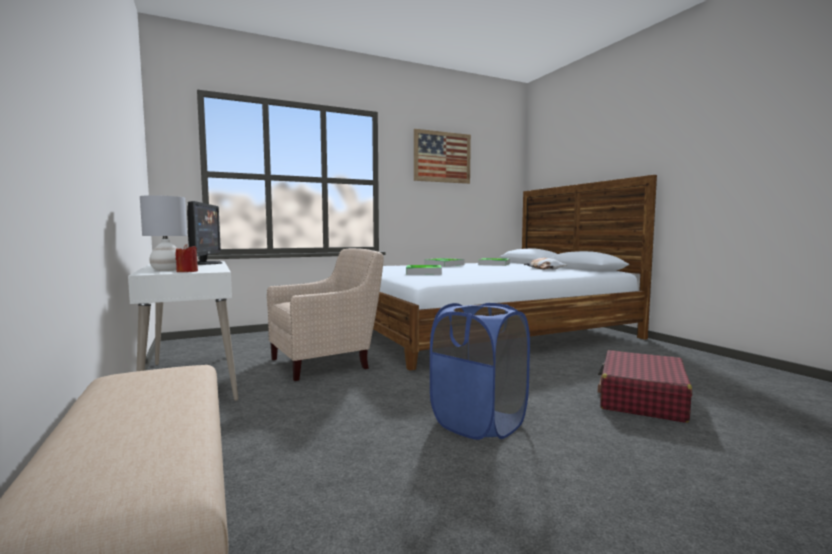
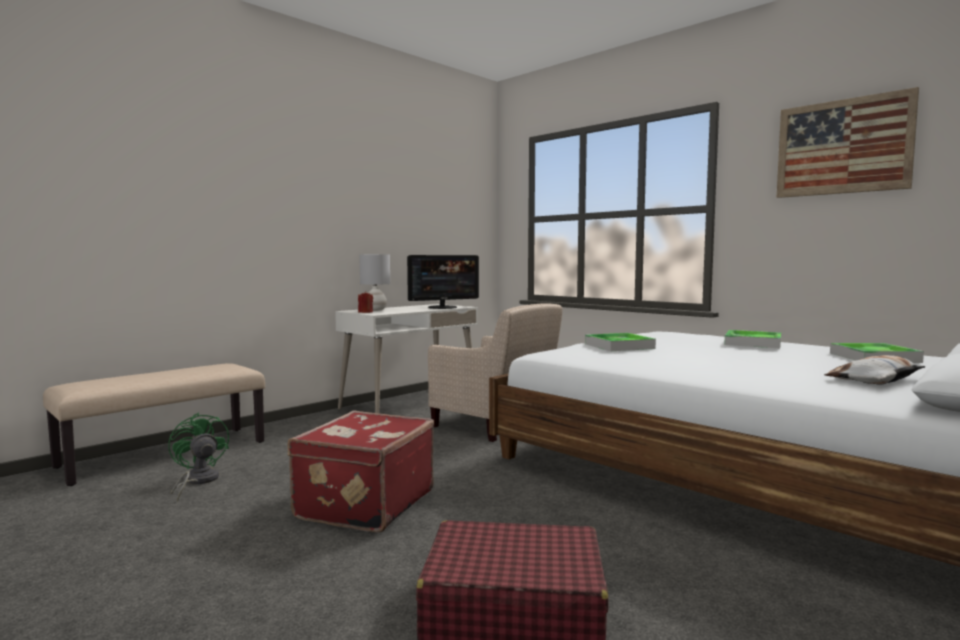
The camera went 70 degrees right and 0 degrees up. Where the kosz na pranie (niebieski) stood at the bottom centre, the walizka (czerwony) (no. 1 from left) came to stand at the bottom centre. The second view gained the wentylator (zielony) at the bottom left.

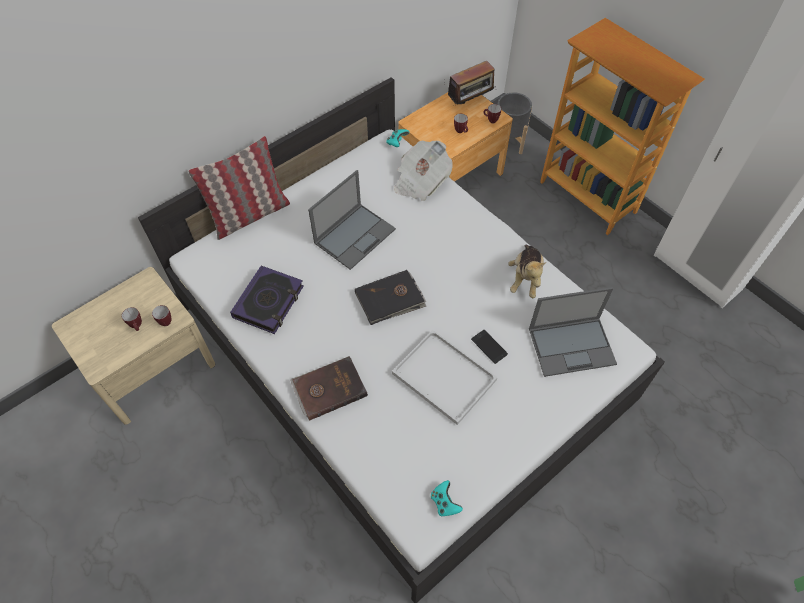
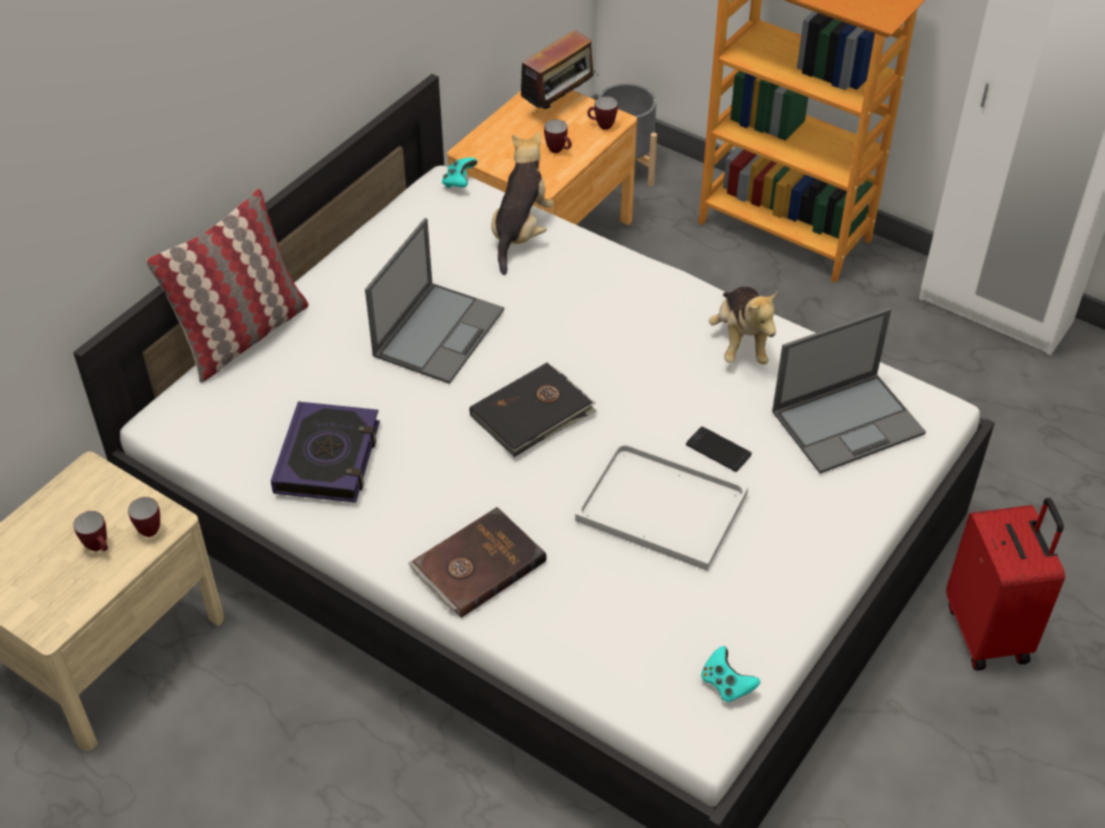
The camera went 15 degrees left and 10 degrees down. Where the gazeta stood at the top centre, the pluszak (no. 1 from left) came to stand at the top centre. The second view gained the walizka (czerwony) at the bottom right.

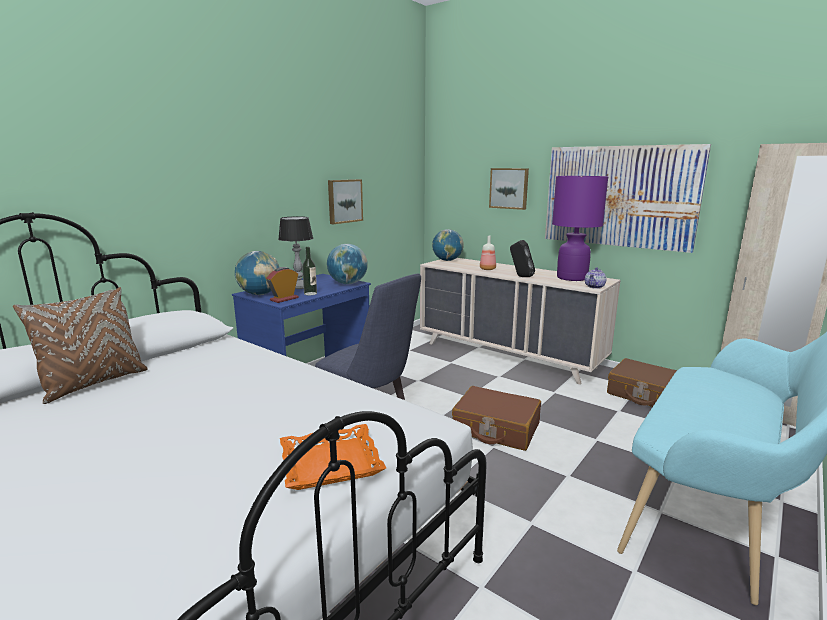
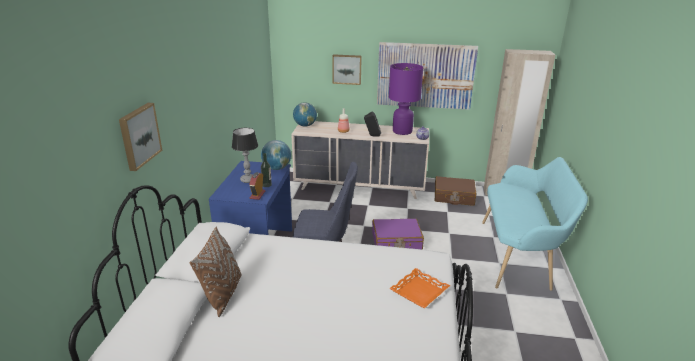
The camera went 30 degrees left and 10 degrees up. The obraz (no. 1 from left) ended up elsewhere, having gone from the top centre to the middle left. The second view lost the globus (no. 1 from left) at the middle left. What was the walizka (brązowy) (no. 1 from left) at the bottom centre turned into the walizka (fioletowy) at the centre.

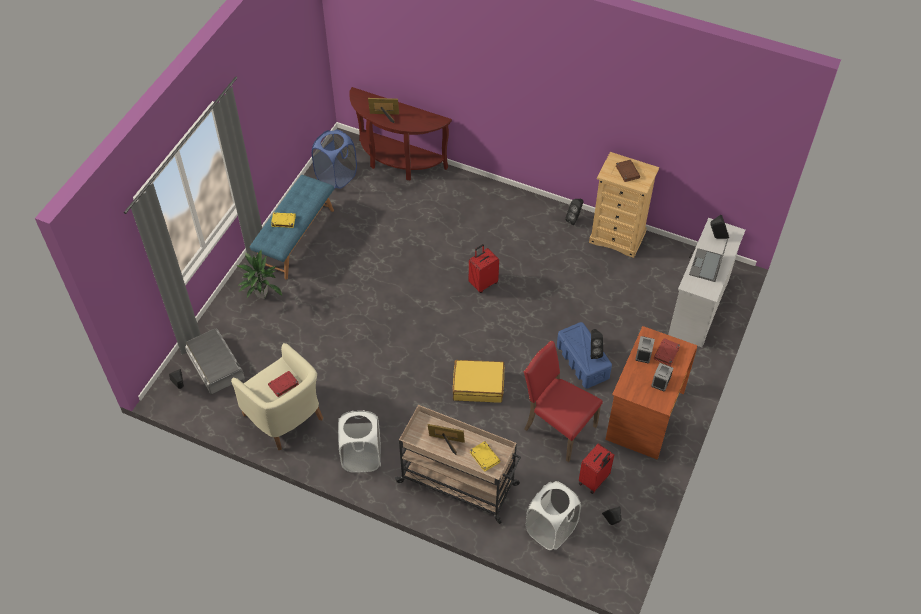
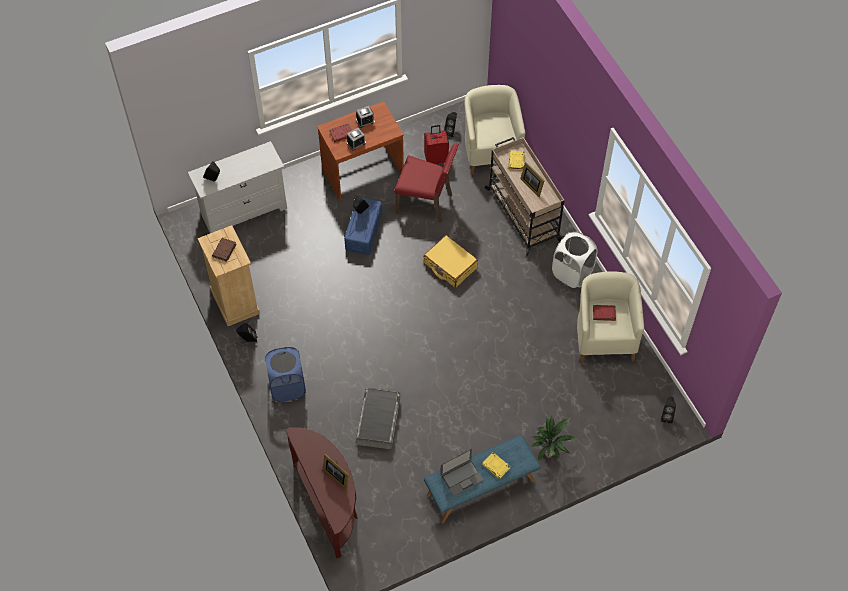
The camera went 140 degrees left and 5 degrees up. The kosz na pranie (niebieski) ended up elsewhere, having gone from the top centre to the centre. The laptop ended up elsewhere, having gone from the middle right to the bottom centre. The second view lost the walizka (czerwony) (no. 1 from left) at the centre. The pojemnik do przechowywania (szary) ended up elsewhere, having gone from the middle left to the bottom centre. The krzesło (czerwony) at the centre ended up facing another way, 60 degrees counterclockwise from before. Where the kosz na pranie (biały) (no. 2 from left) stood at the bottom centre, the fotel (beżowy) (no. 1 from left) came to stand at the top centre.

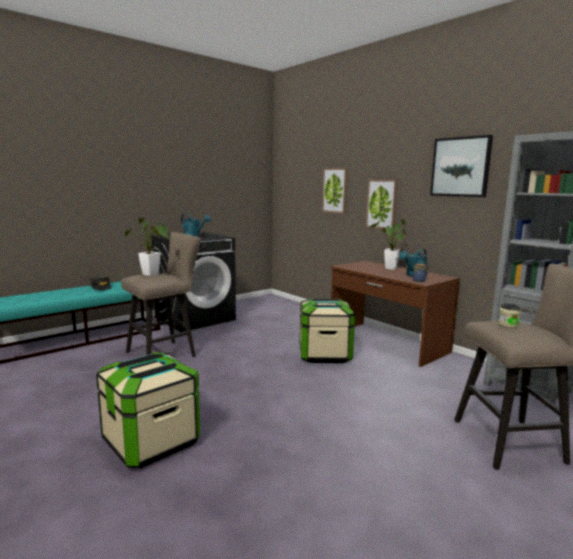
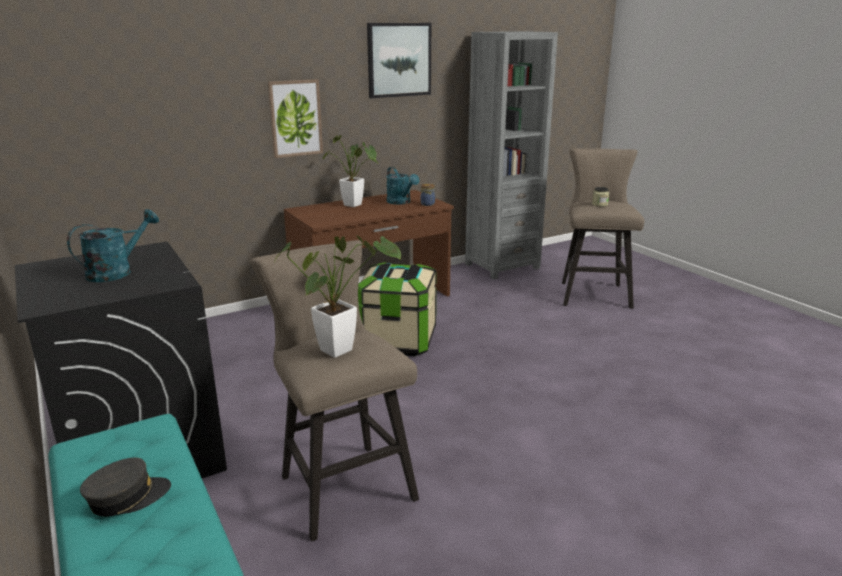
The camera went 80 degrees left and 10 degrees up. The second view lost the obraz (no. 1 from left) at the centre. The second view lost the pojemnik do przechowywania (no. 1 from left) at the bottom left.

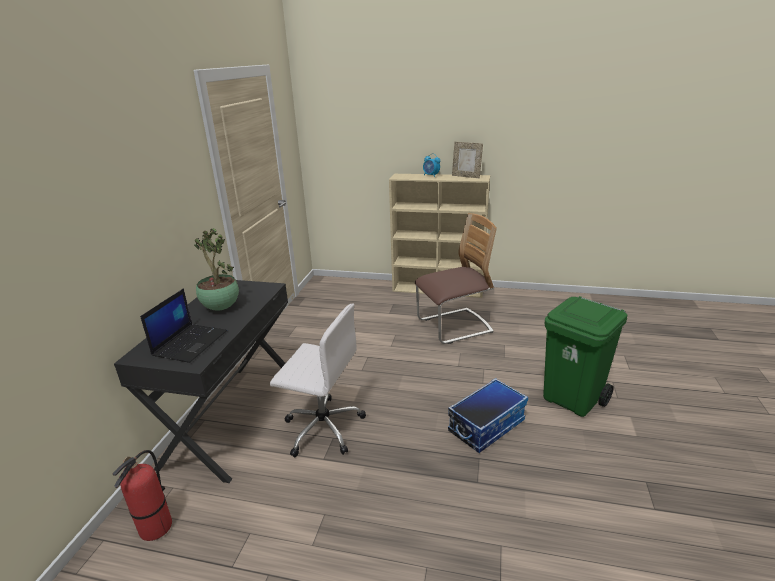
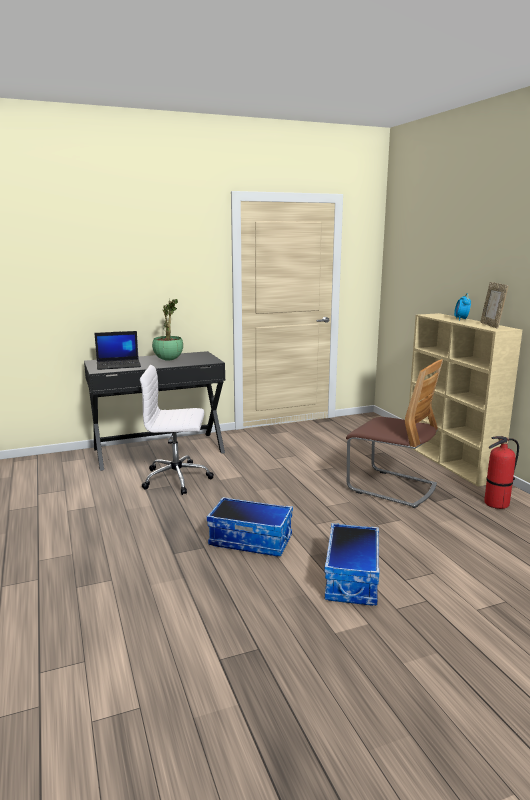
The camera went 55 degrees right and 10 degrees down. Where the kosz na śmieci (zielony) stood at the middle right, the pojemnik do przechowywania (no. 2 from left) came to stand at the bottom centre. The krzesło biurowe (biały) at the centre ended up facing another way, 105 degrees clockwise from before. The gaśnica ended up elsewhere, having gone from the bottom left to the middle right.

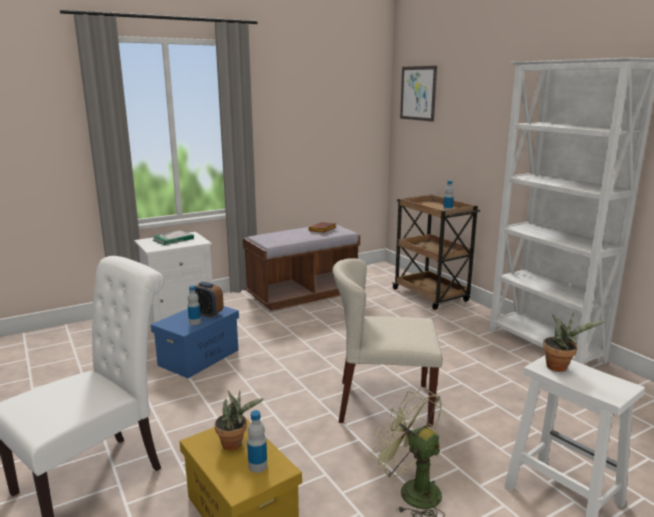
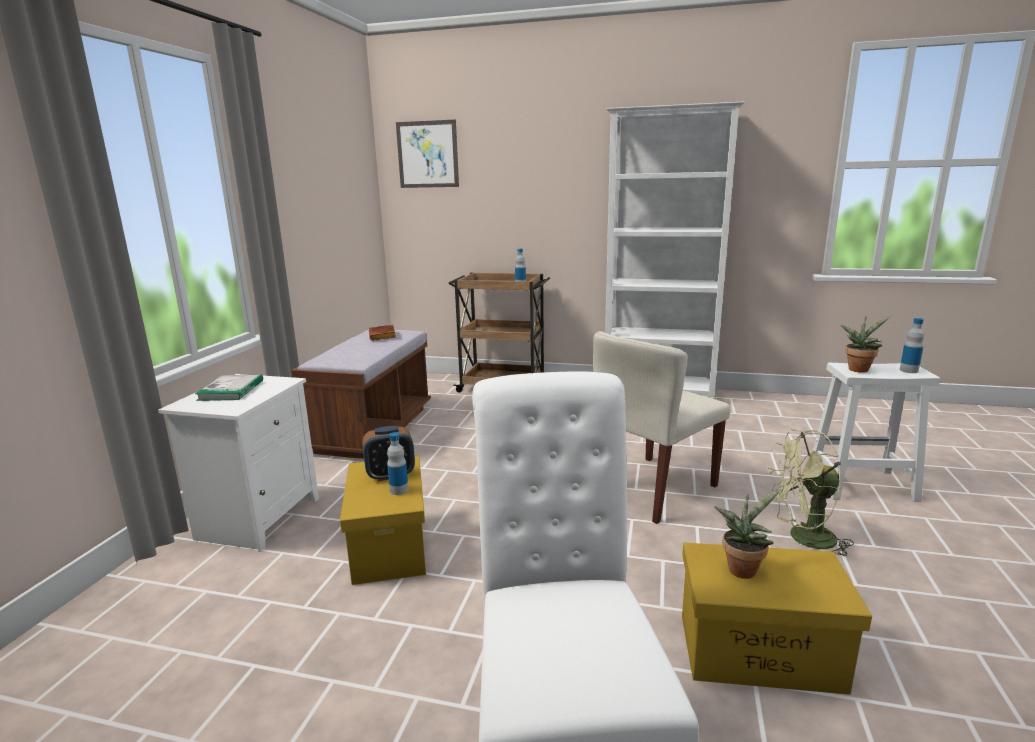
The camera went 45 degrees left and 0 degrees up. What was the pojemnik do przechowywania (niebieski) at the middle left turned into the pojemnik do przechowywania (żółty) (no. 1 from left) at the bottom centre. The butelka (no. 2 from left in the first image) ended up elsewhere, having gone from the bottom centre to the middle right.

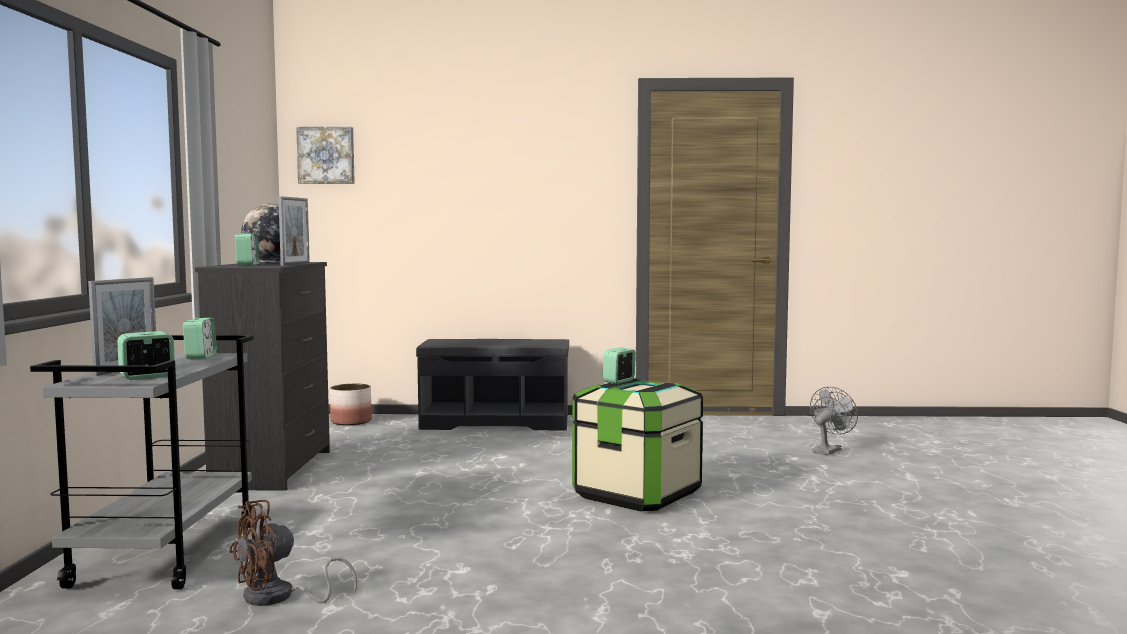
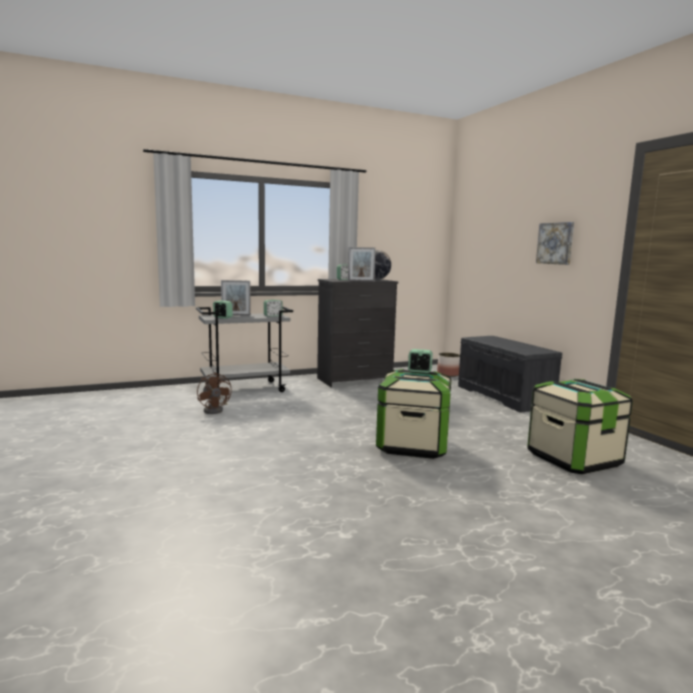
The camera went 65 degrees right and 5 degrees up. The obraz ended up elsewhere, having gone from the top left to the middle right. The second view lost the wentylator (szary) at the middle right. The wentylator (brązowy) at the bottom left ended up facing another way, 150 degrees counterclockwise from before. The second view gained the pojemnik do przechowywania (no. 2 from left) at the middle right.

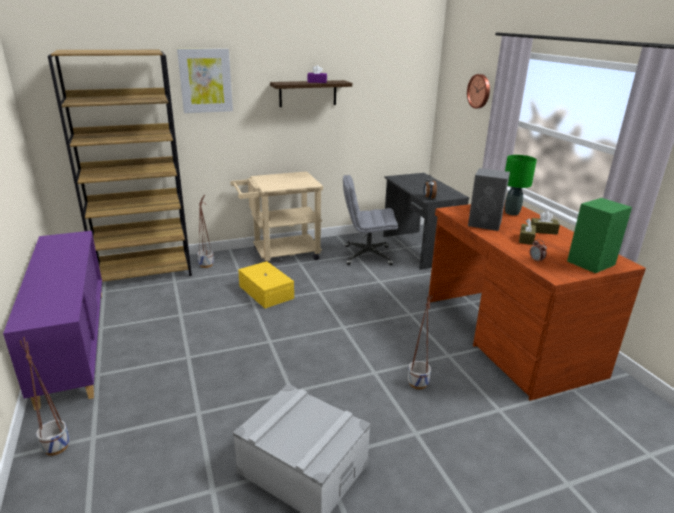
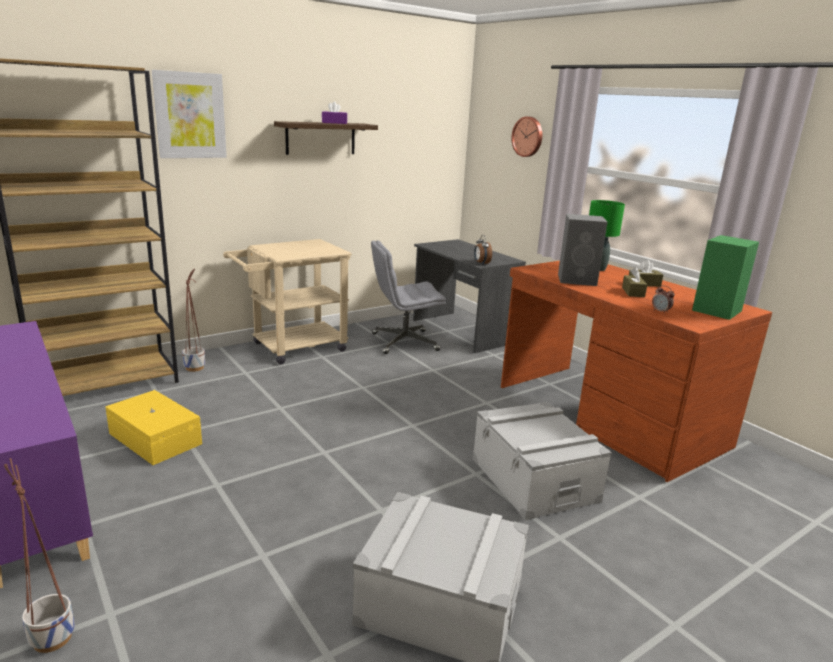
The camera went 15 degrees left and 5 degrees down. The pojemnik do przechowywania (żółty) ended up elsewhere, having gone from the centre to the middle left. Where the donica (no. 3 from left) stood at the bottom centre, the pojemnik do przechowywania (szary) (no. 2 from left) came to stand at the bottom centre.

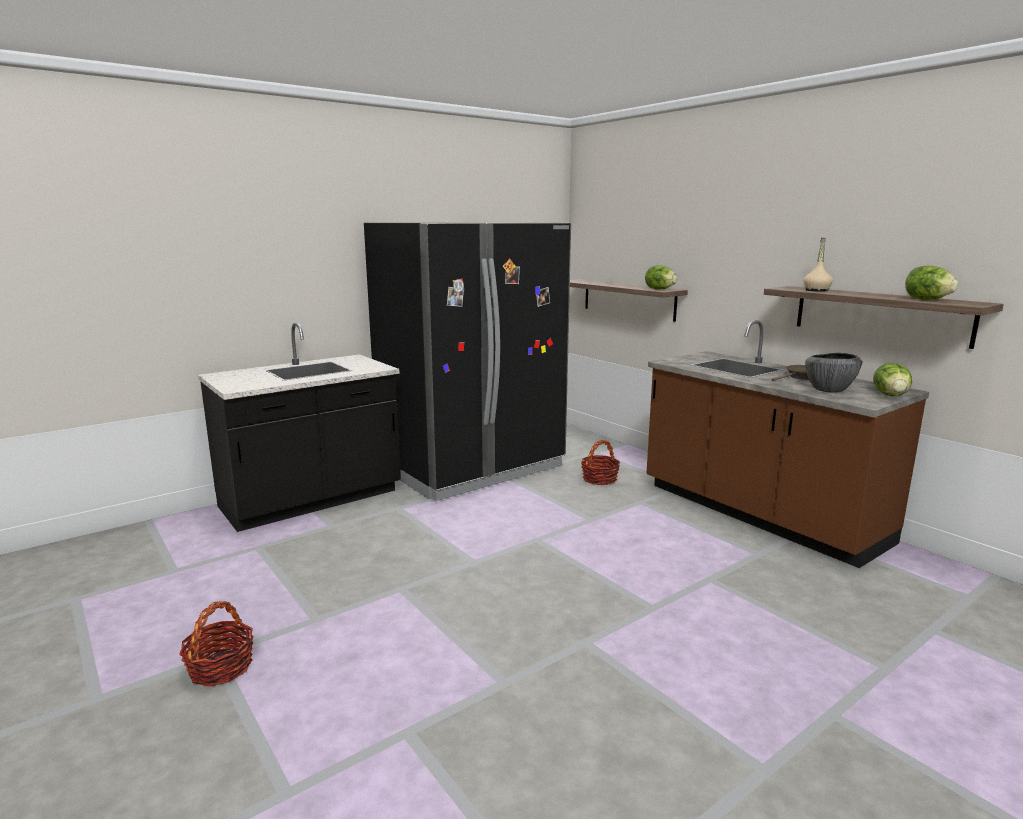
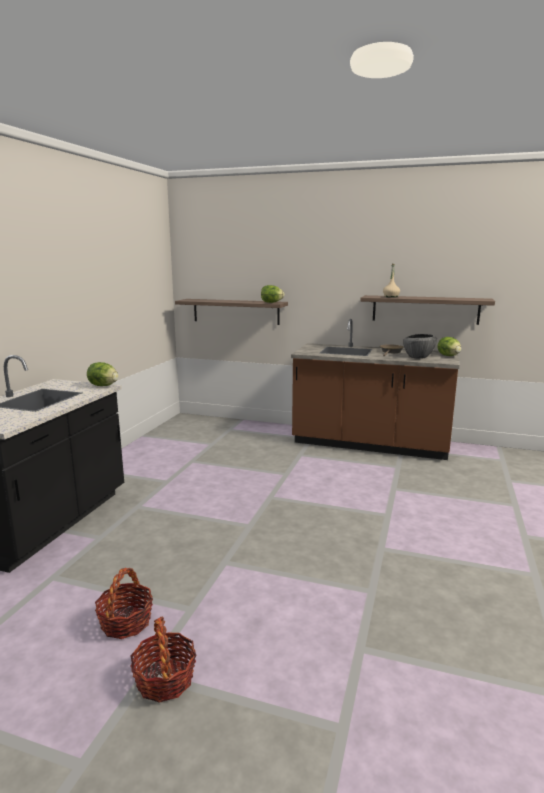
The camera went 35 degrees left and 0 degrees up. The second view lost the lodówka (czarny) at the centre. The sałata (no. 3 from left in the first image) ended up elsewhere, having gone from the middle right to the middle left. The koszyk (no. 2 from left in the first image) ended up elsewhere, having gone from the centre to the bottom left.

